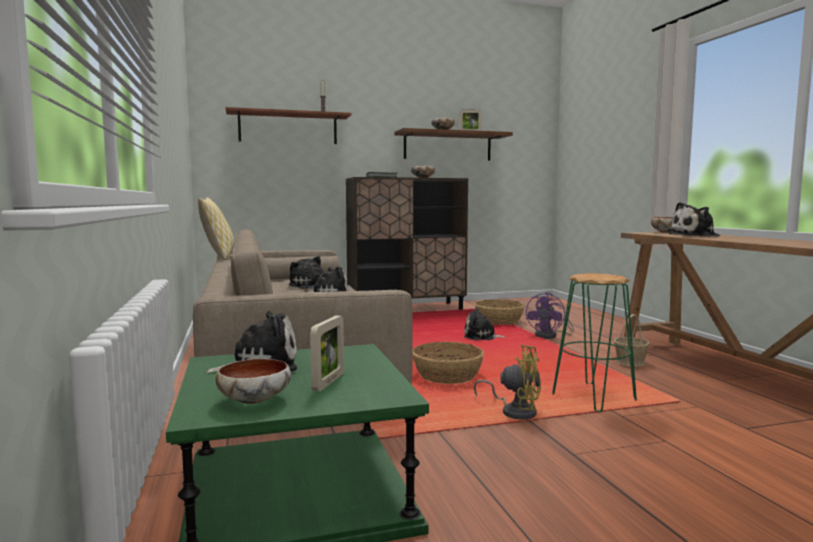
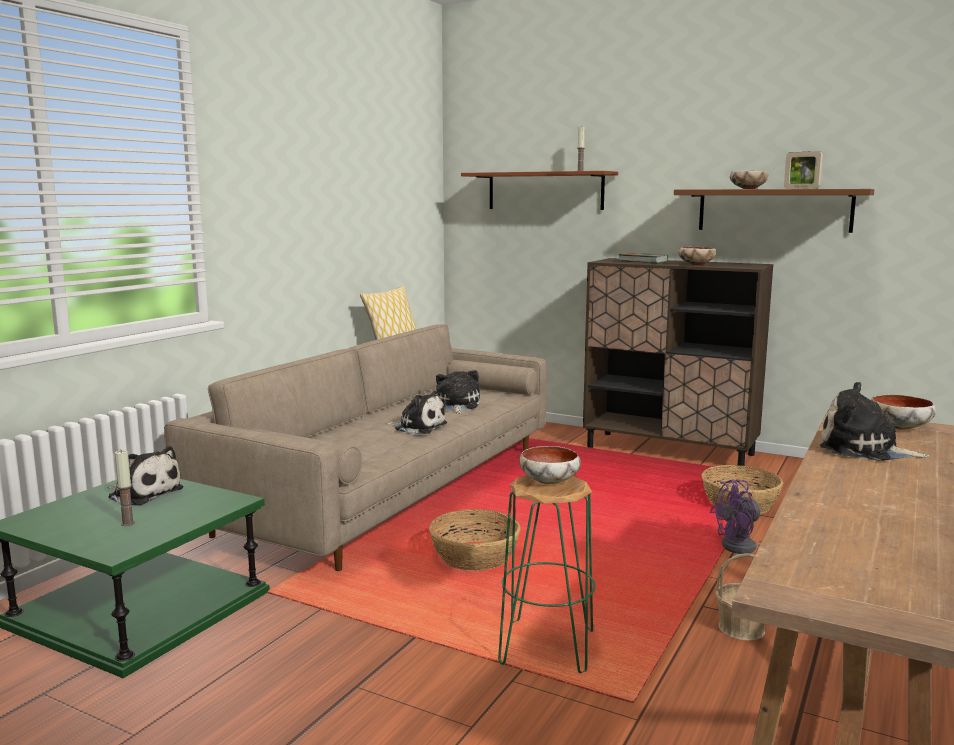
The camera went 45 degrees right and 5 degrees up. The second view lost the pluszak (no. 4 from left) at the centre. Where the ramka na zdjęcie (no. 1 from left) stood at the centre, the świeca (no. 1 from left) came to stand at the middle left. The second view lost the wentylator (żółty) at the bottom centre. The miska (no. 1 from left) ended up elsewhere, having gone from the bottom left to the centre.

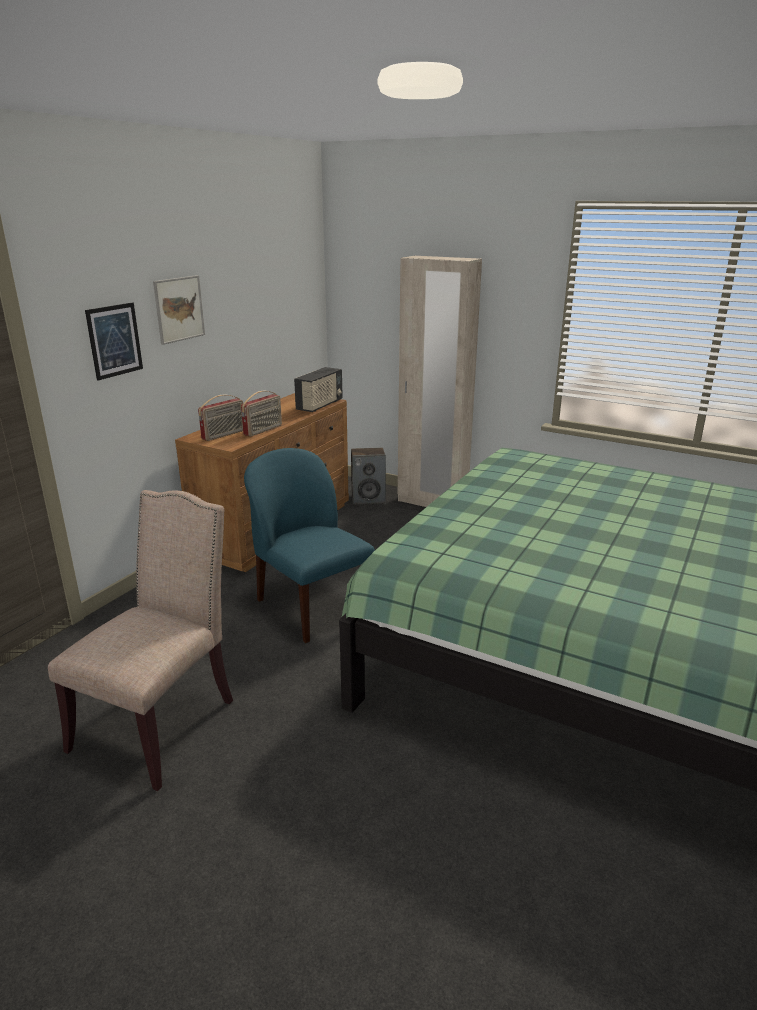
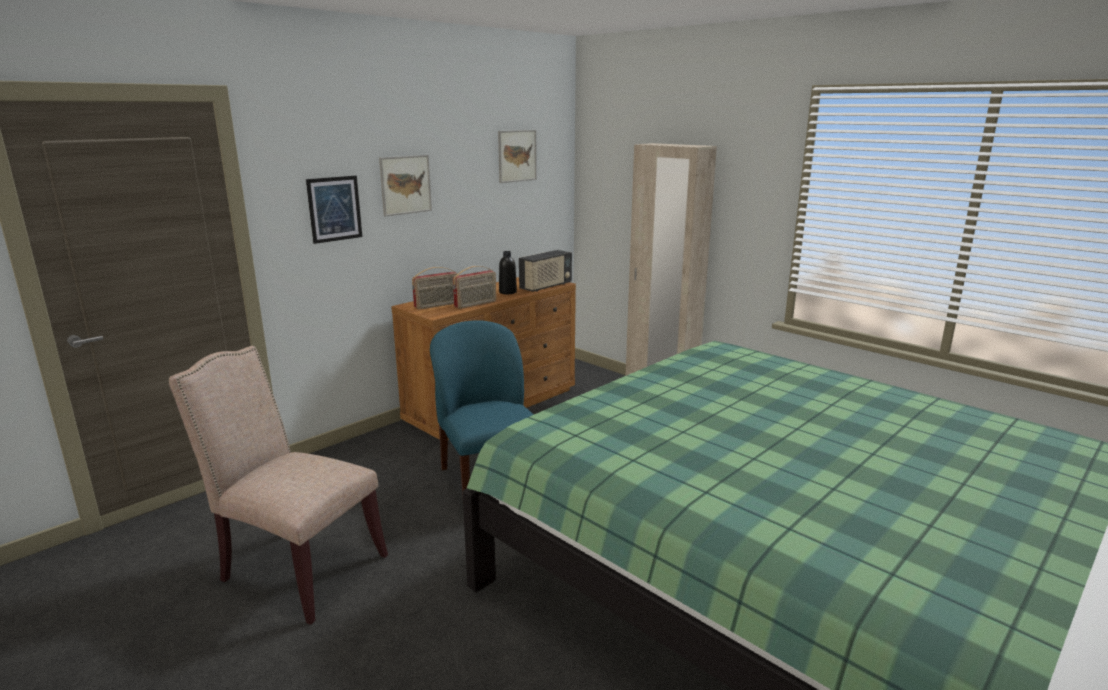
The camera went 15 degrees right and 5 degrees down. The second view lost the głośnik at the centre. The krzesło (beżowy) at the middle left ended up facing another way, 105 degrees counterclockwise from before. The second view gained the obraz (no. 3 from left) at the top centre. The second view gained the butelka (czarny) at the centre.

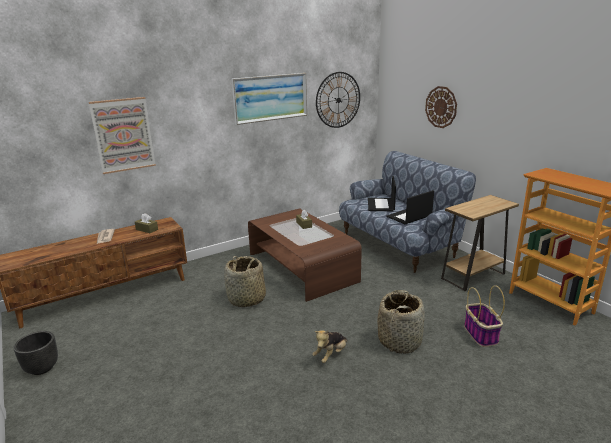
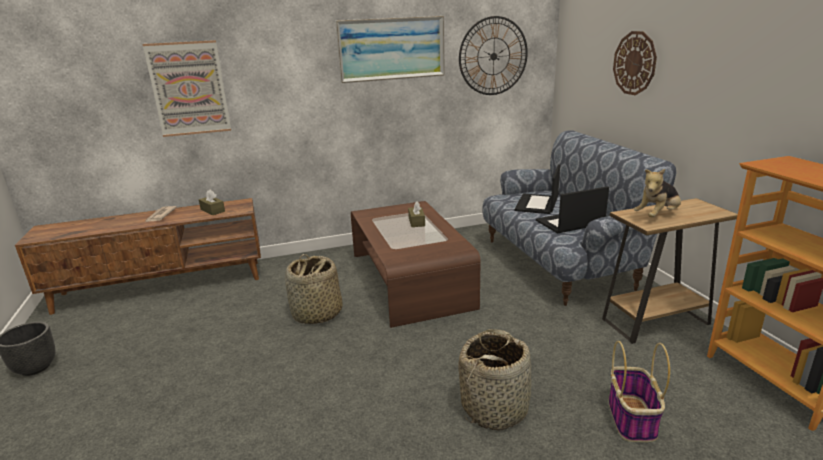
The camera went 15 degrees right and 0 degrees up. The pluszak ended up elsewhere, having gone from the bottom centre to the middle right.

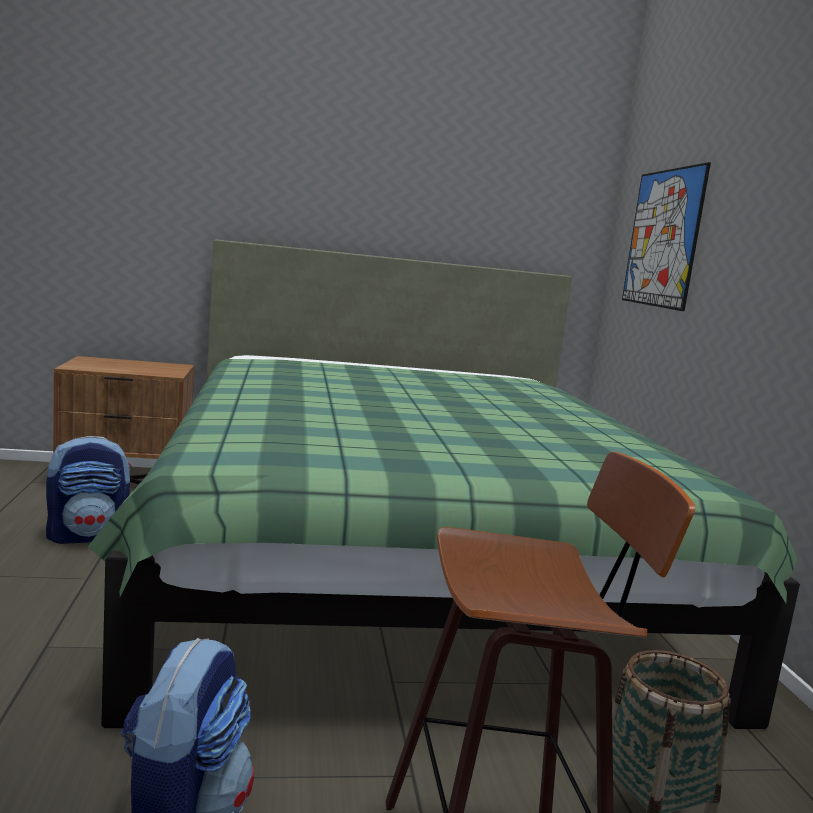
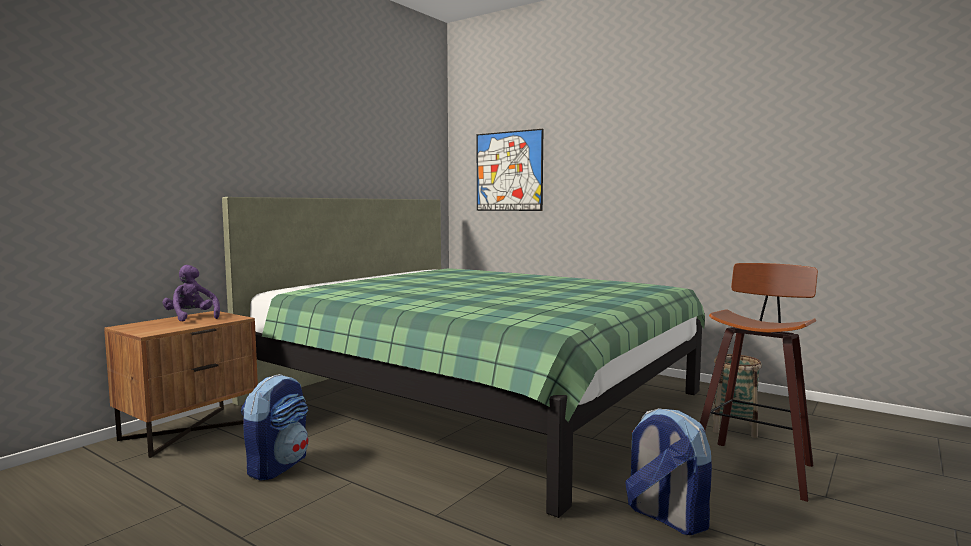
The camera went 45 degrees left and 5 degrees down. The second view gained the pluszak (fioletowy) at the middle left.

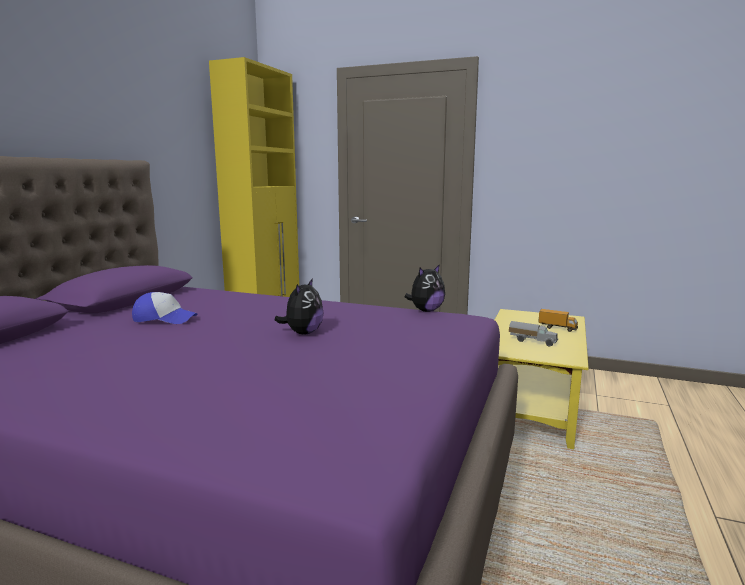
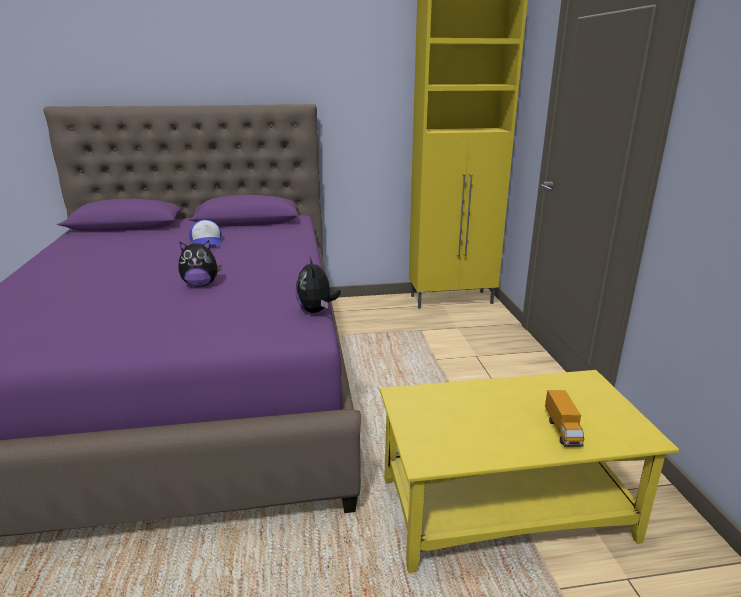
The camera went 60 degrees right and 10 degrees up. The pluszak (no. 2 from left) at the centre ended up facing another way, 60 degrees clockwise from before. The second view lost the ciężarówka zabawkowa (no. 1 from left) at the middle right.

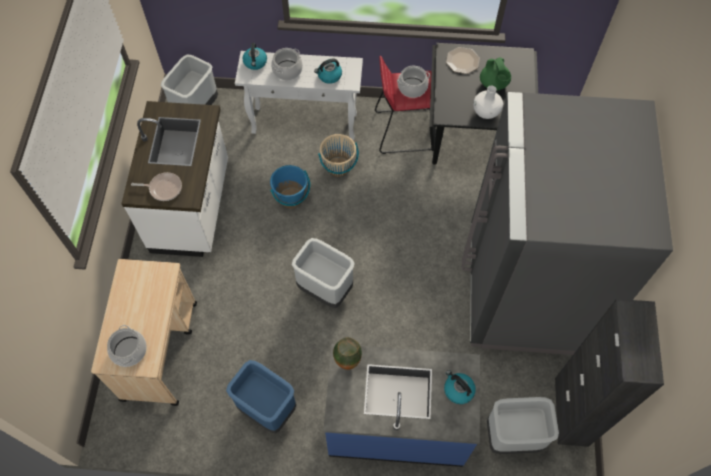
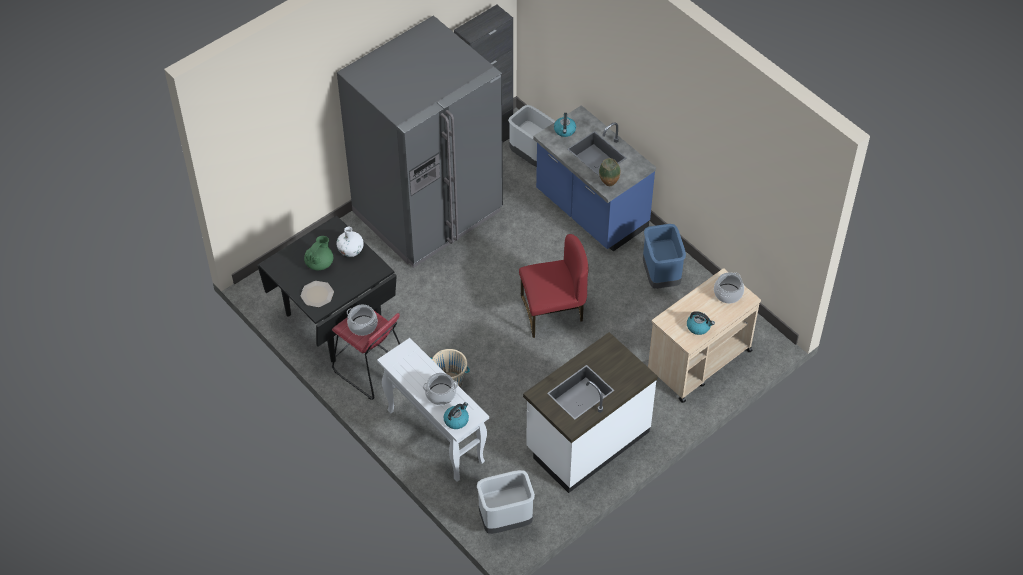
The camera went 135 degrees left and 10 degrees down. The czajnik (no. 2 from left in the first image) ended up elsewhere, having gone from the top centre to the middle right. The second view lost the wiadro (niebieski) at the centre. The second view lost the patelnia at the middle left. Where the kosz na śmieci (szary) (no. 2 from left) stood at the centre, the krzesło (czerwony) came to stand at the centre.

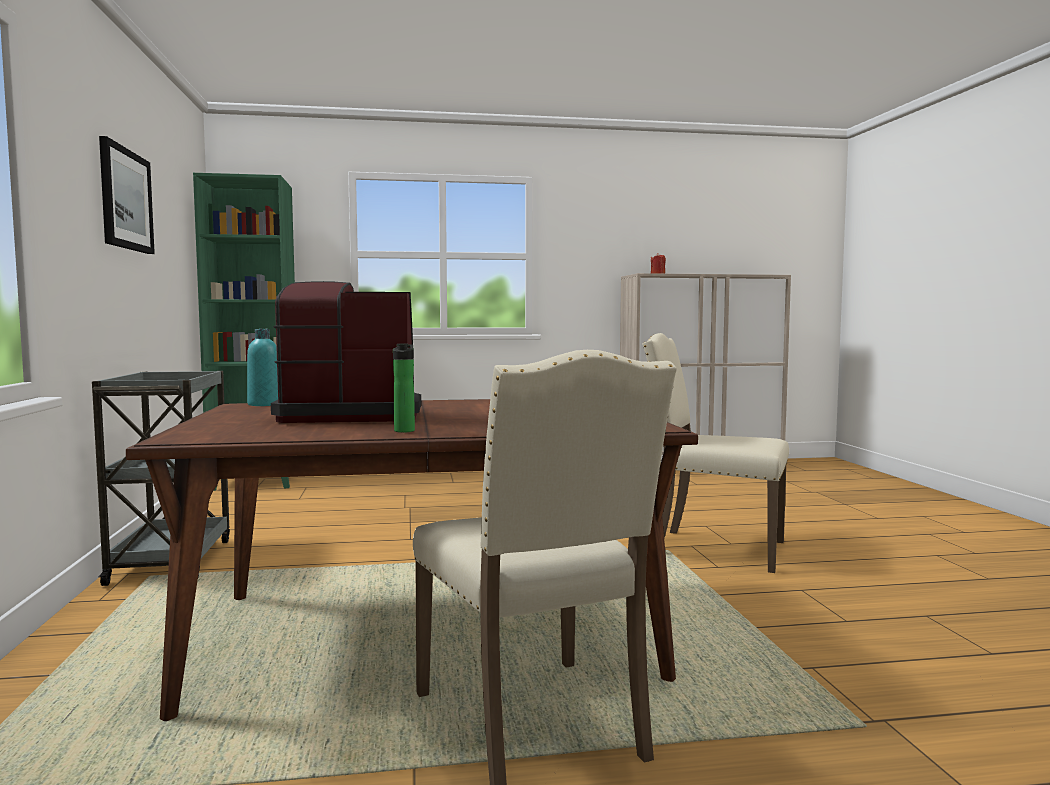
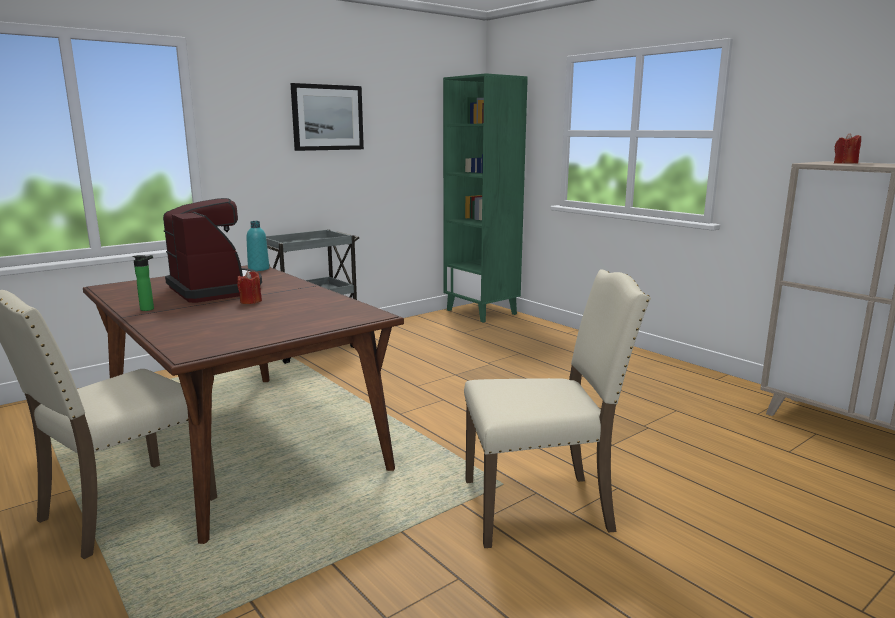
The camera went 60 degrees right and 10 degrees up. The krzesło (beżowy) (no. 2 from left) at the middle right ended up facing another way, 90 degrees clockwise from before. The second view gained the świeca (czerwony) (no. 1 from left) at the middle left.

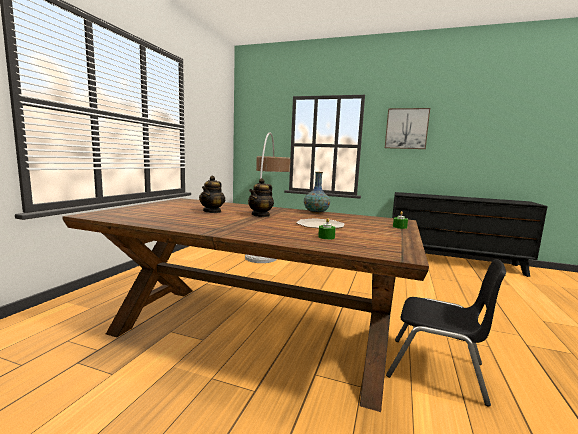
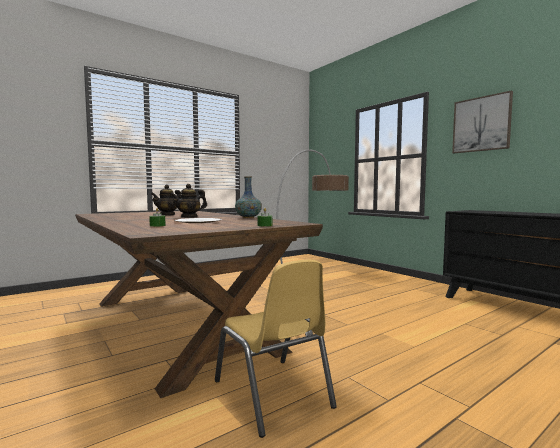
The camera went 35 degrees right and 5 degrees down. What was the krzesło (czarny) at the bottom right turned into the krzesło (żółty) at the bottom centre.

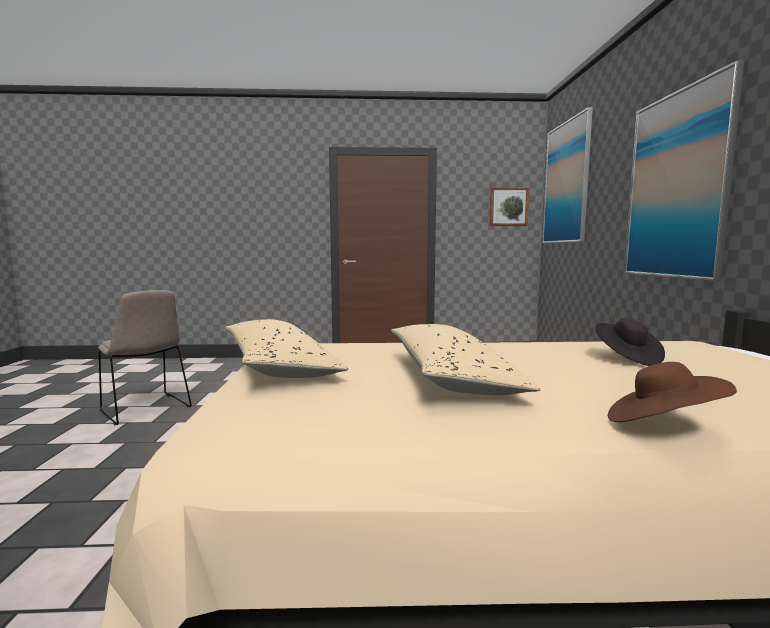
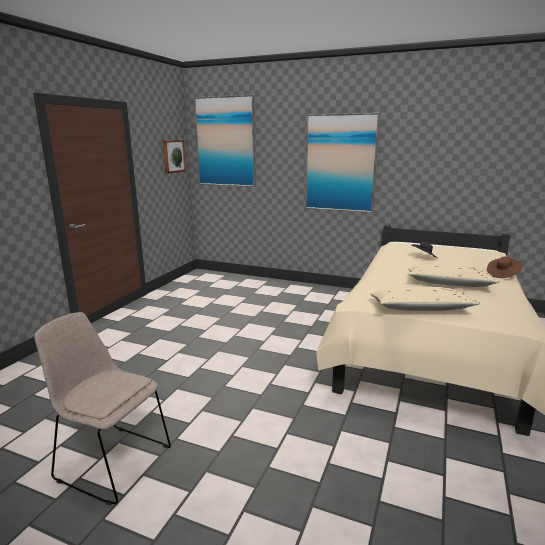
The camera went 65 degrees left and 10 degrees up. The krzesło (beżowy) at the middle left ended up facing another way, 135 degrees counterclockwise from before.

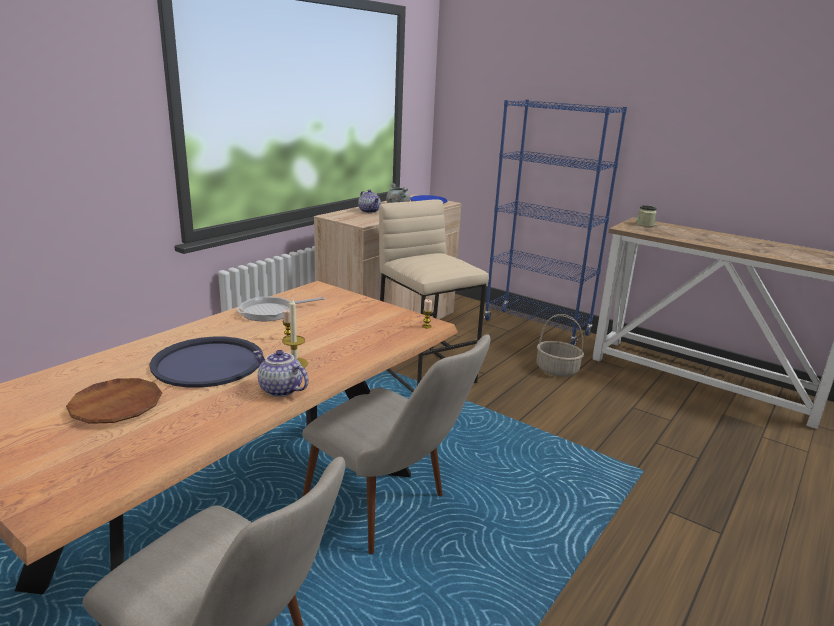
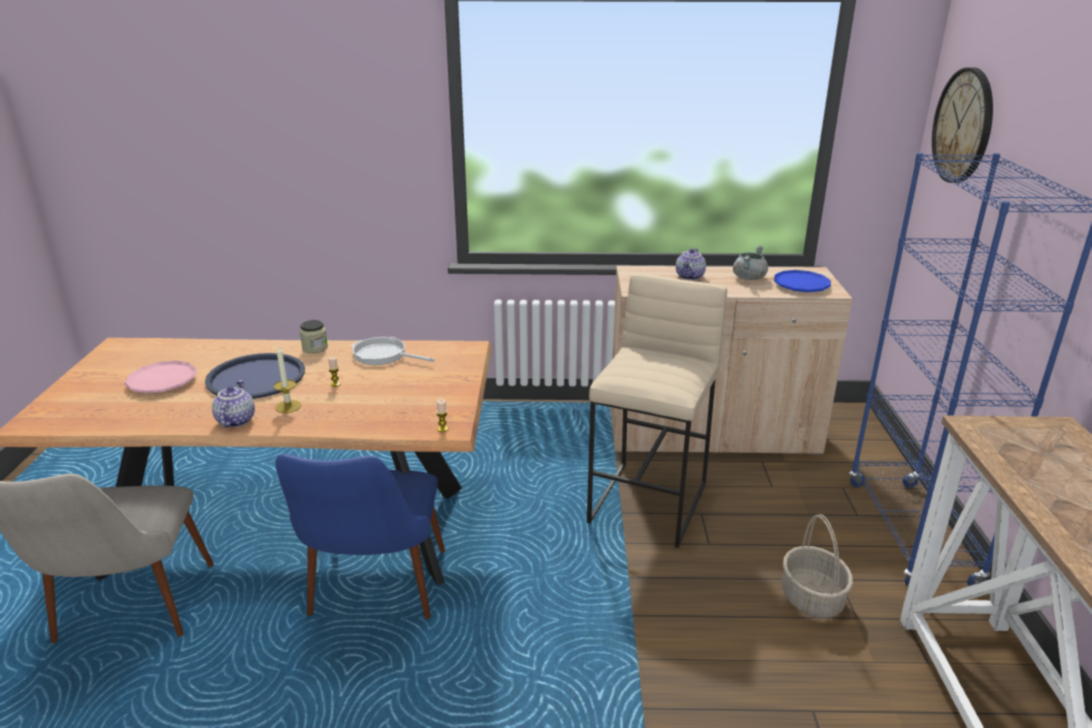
The camera went 55 degrees right and 5 degrees up. The słoik ended up elsewhere, having gone from the middle right to the middle left. What was the krzesło (beżowy) (no. 2 from left) at the bottom centre turned into the krzesło (niebieski) at the bottom left. What was the talerz (brązowy) at the middle left turned into the talerz (różowy) at the middle left. The second view gained the zegar ścienny at the top right.

